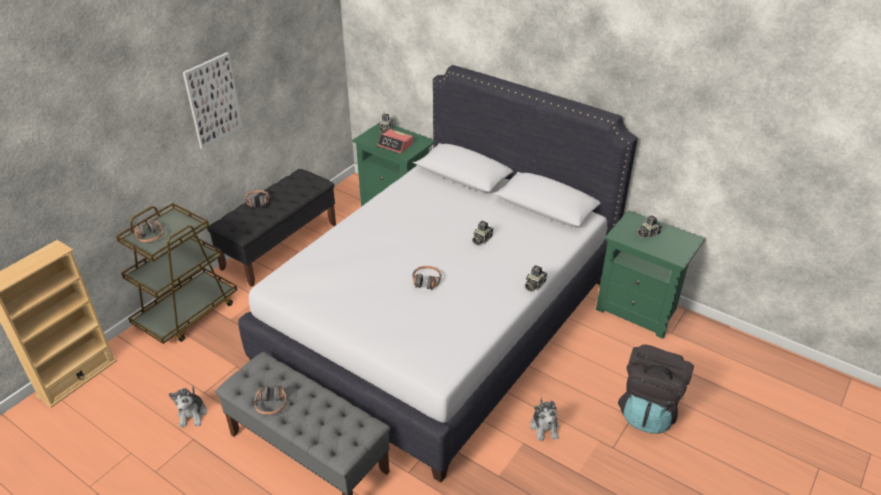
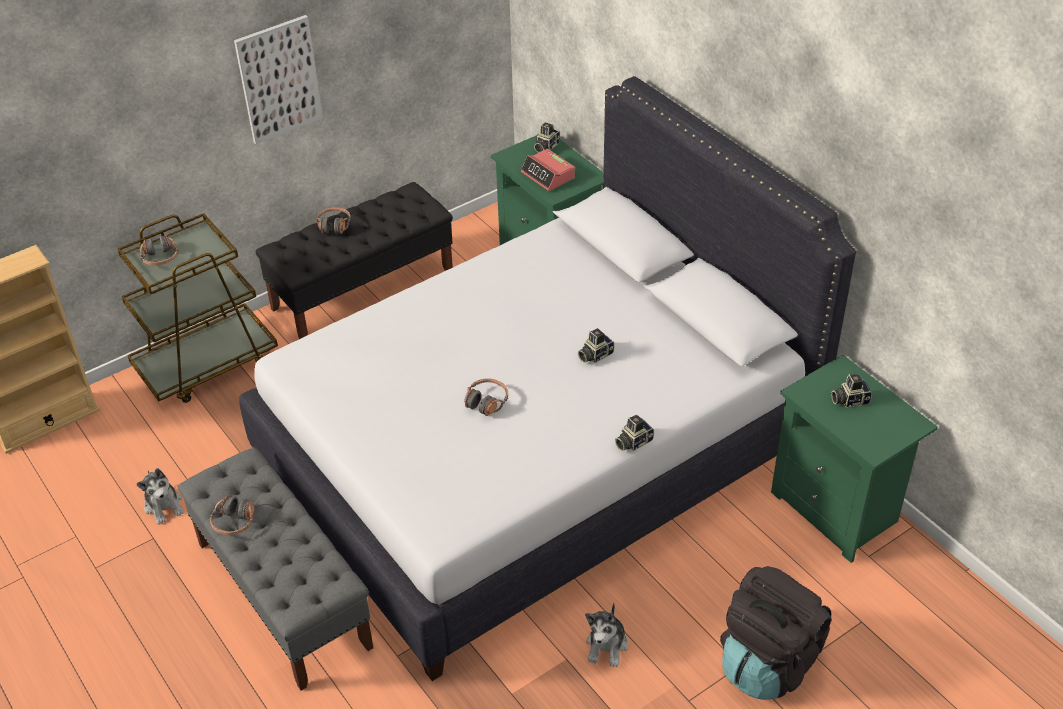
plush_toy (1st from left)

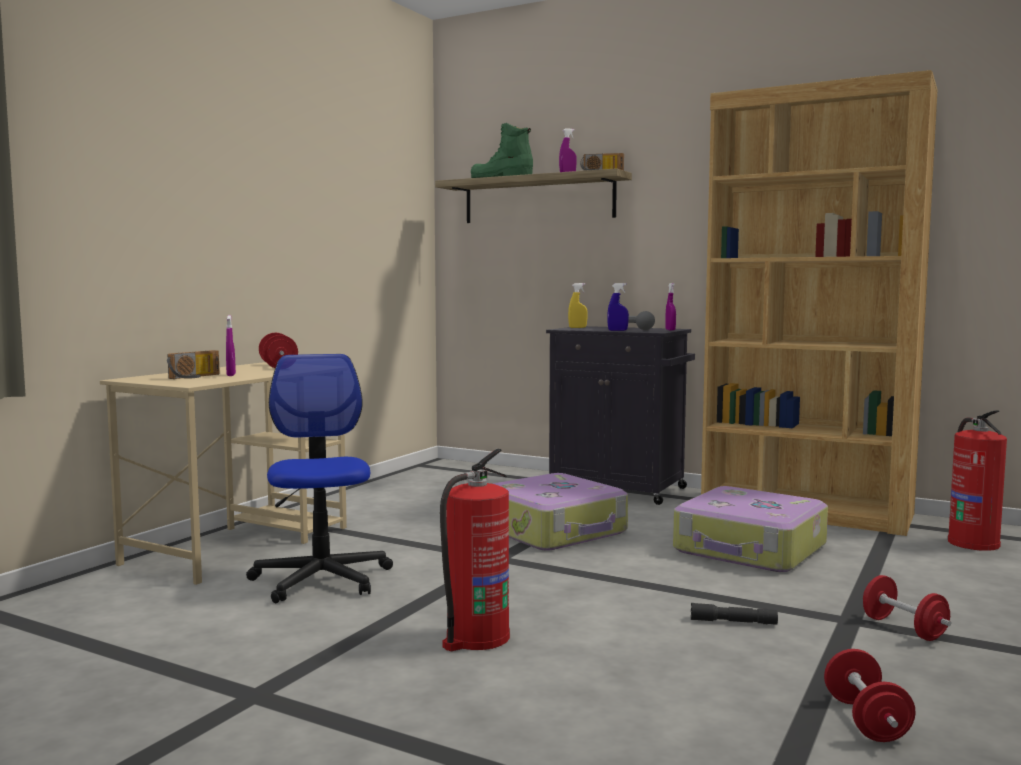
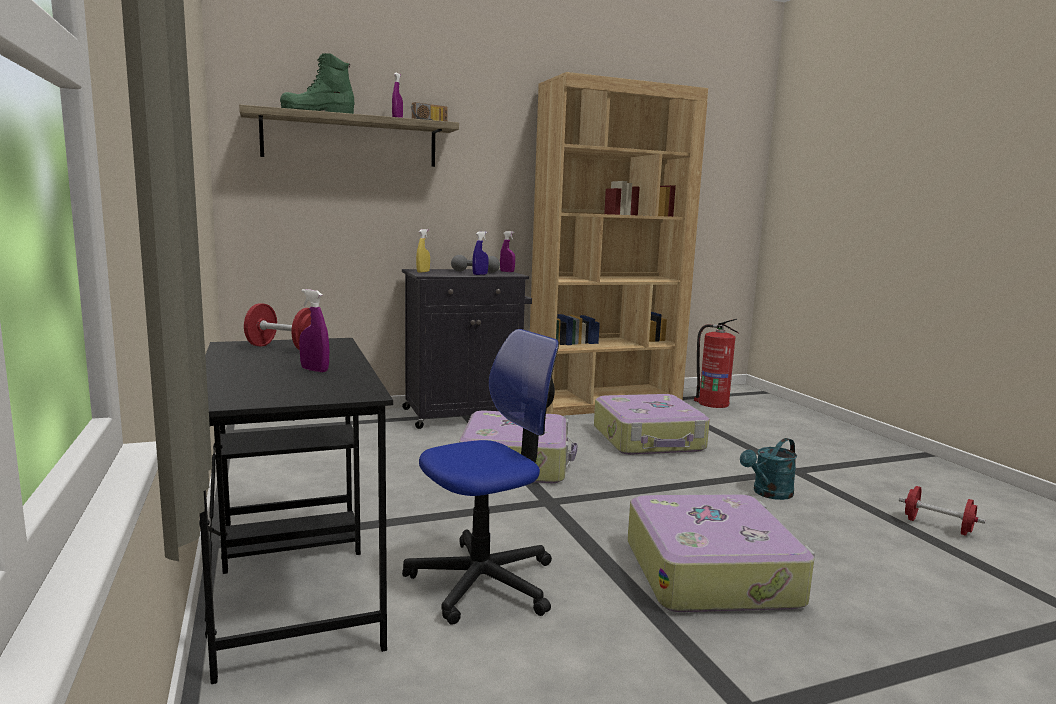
radio (1st from left in the first image)
office_chair
black_desk
travel_case (3rd from left)
red-coloured_dumbbell (3rd from left in the first image)
turquoise_sprinkling_can

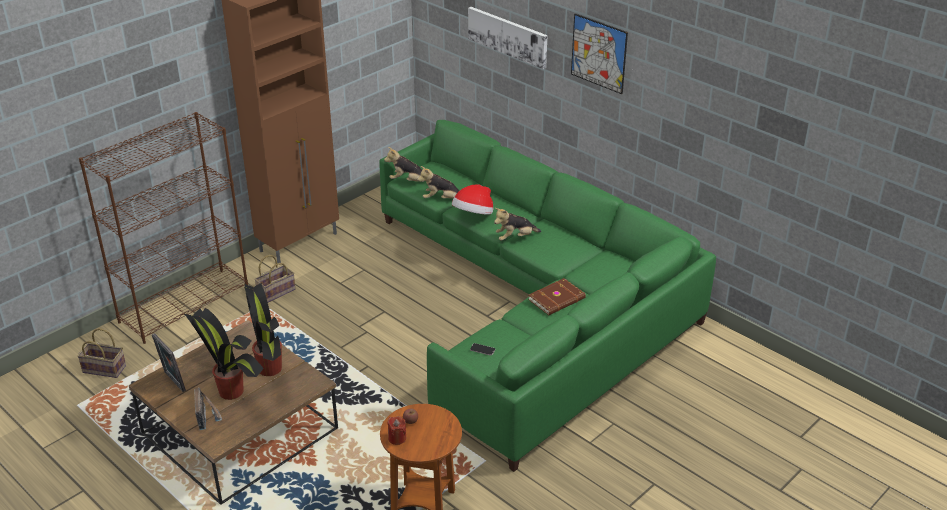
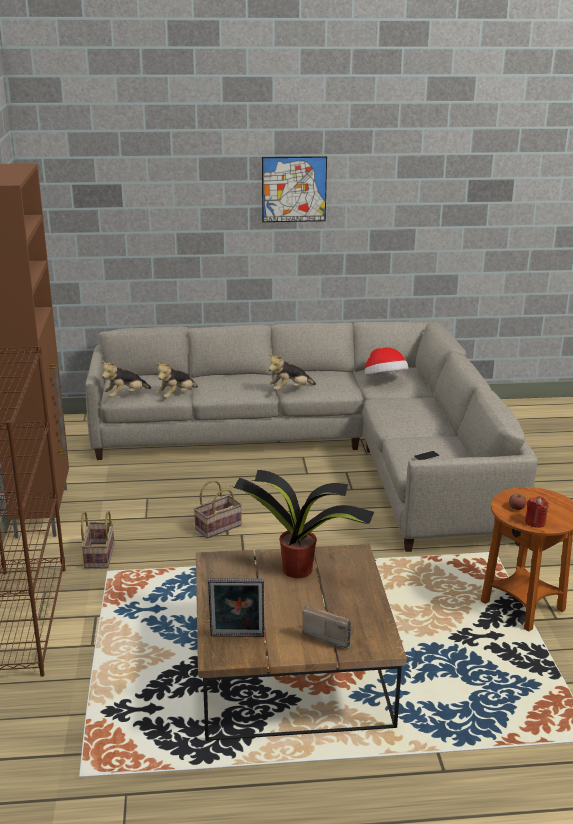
picture (1st from left in the first image)
gray_couch
clothing_hat
plush_toy (3rd from left)
brown_volume
potted_plant (1st from left in the first image)
storage_basket (2nd from left)

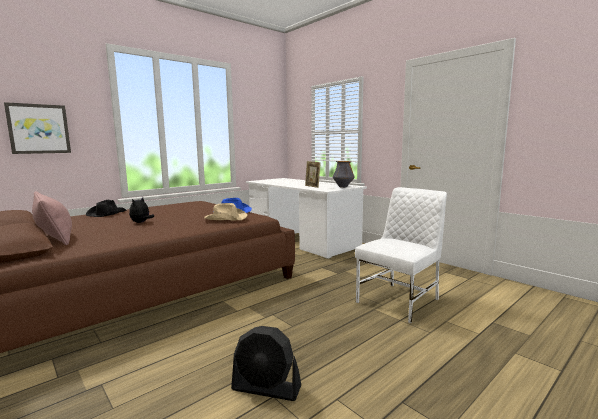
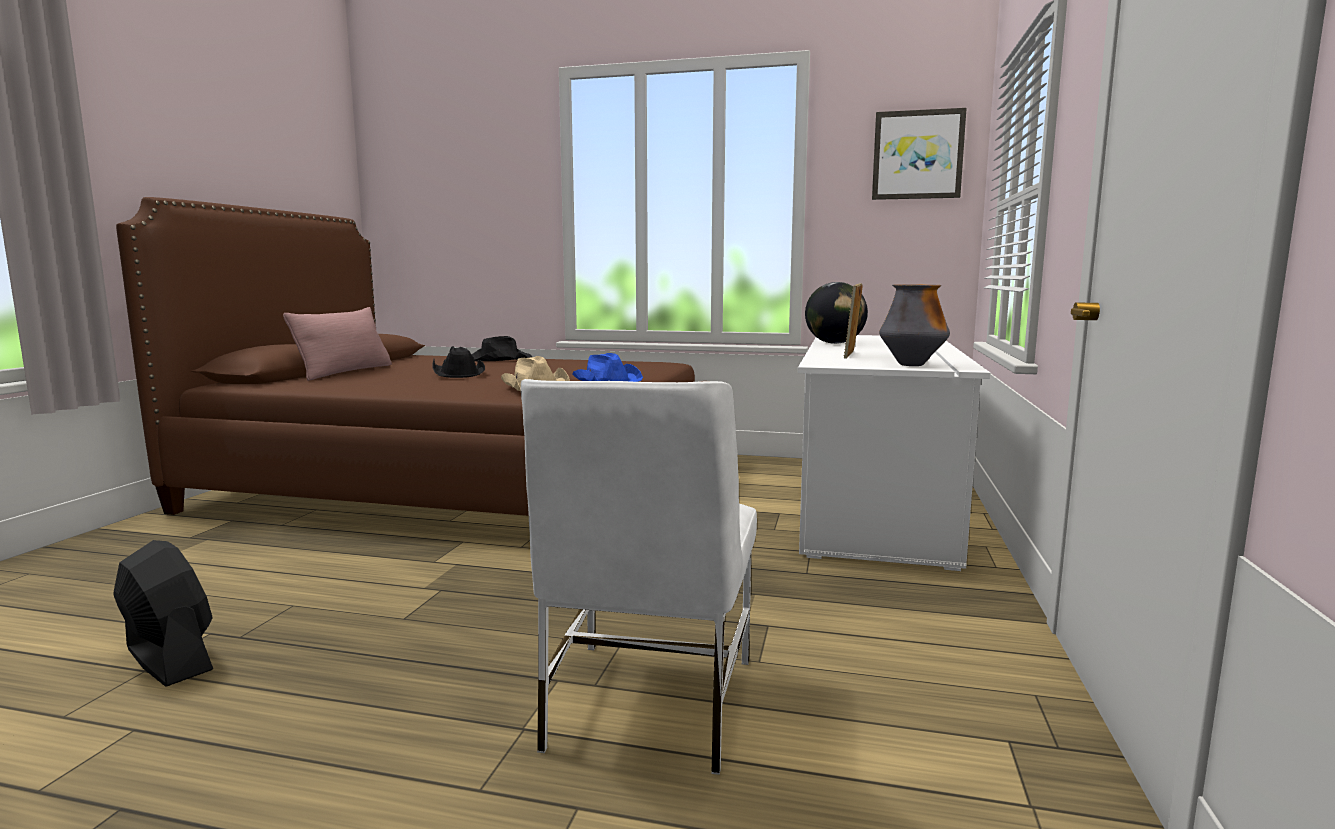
picture
whitish_plain_chair
black_clothing_hat (1st from left)
black_fan
desk_globe

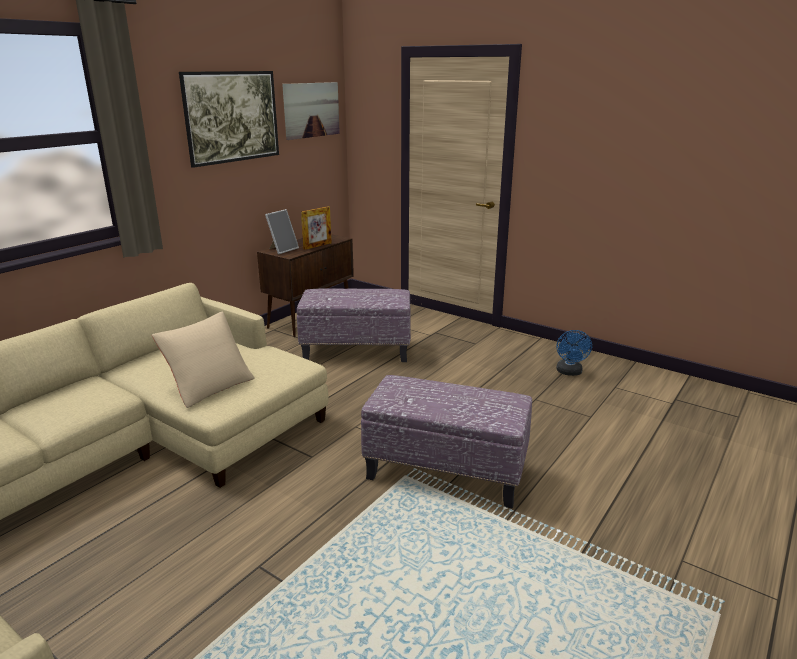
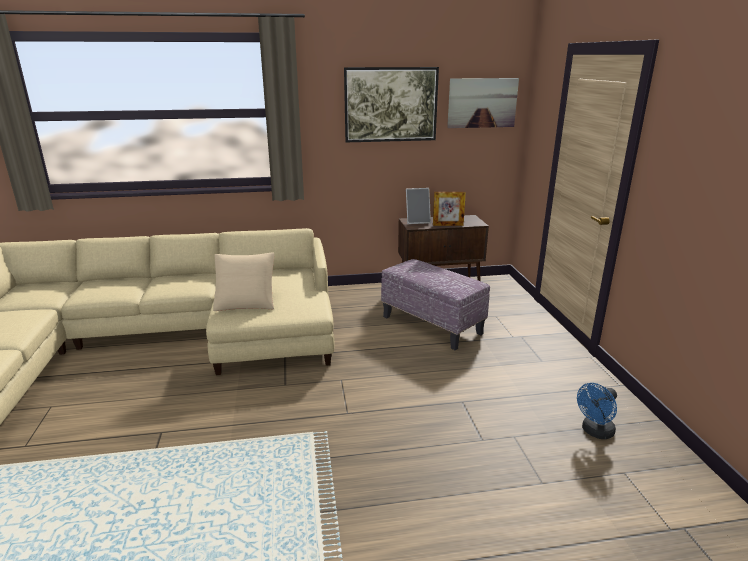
ottoman (2nd from left in the first image)

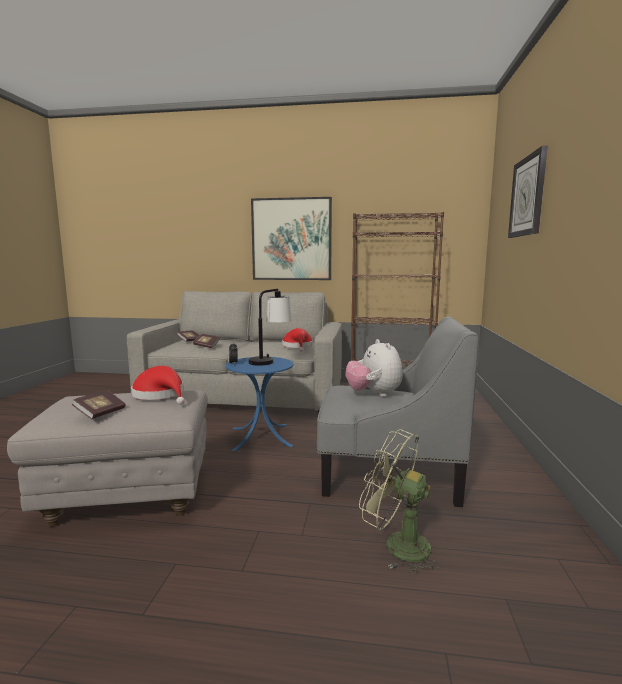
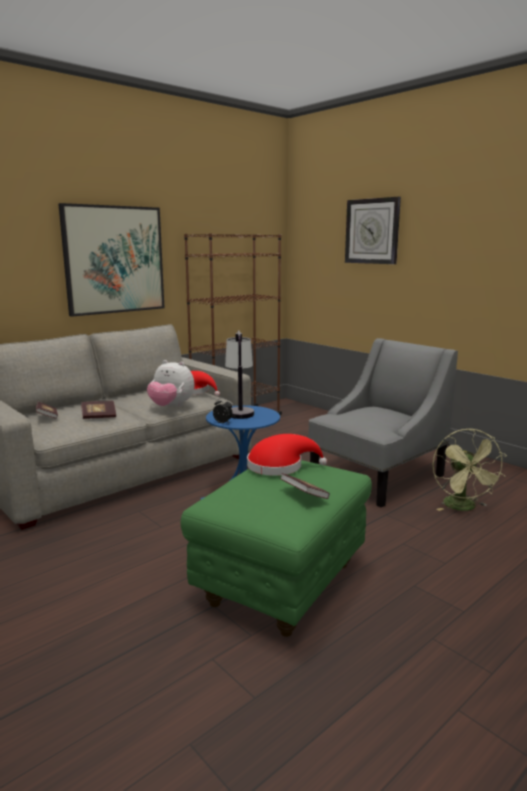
plush_toy
greenish_ottoman
greenish_fan

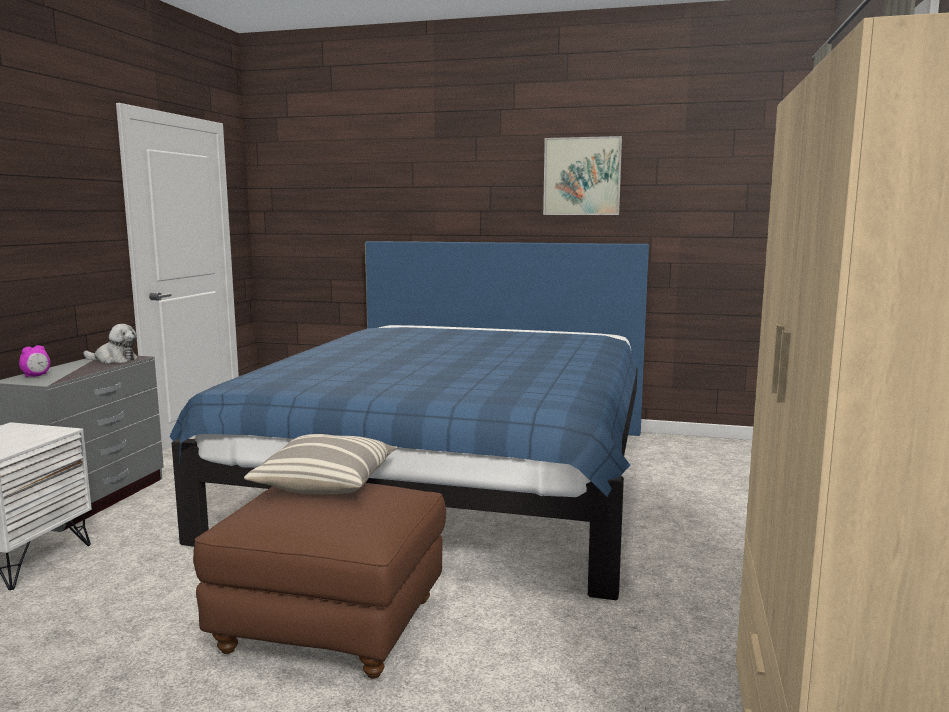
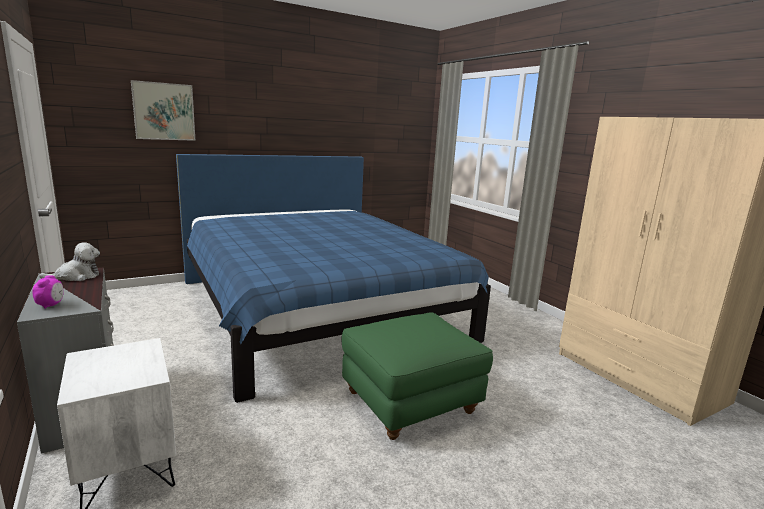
picture
pillow
greenish_ottoman

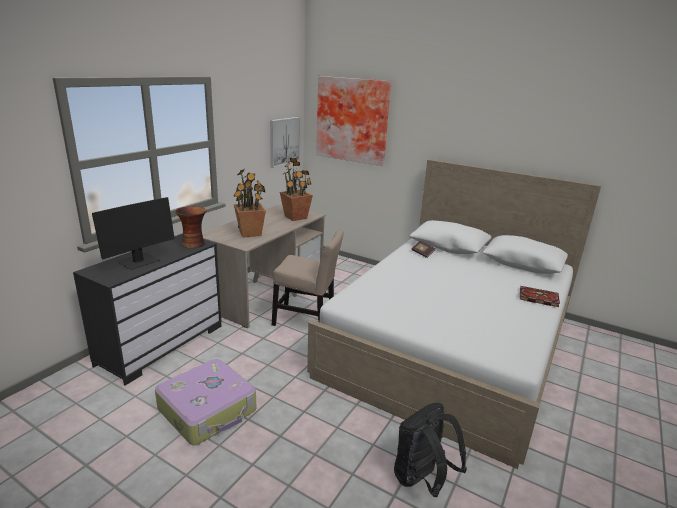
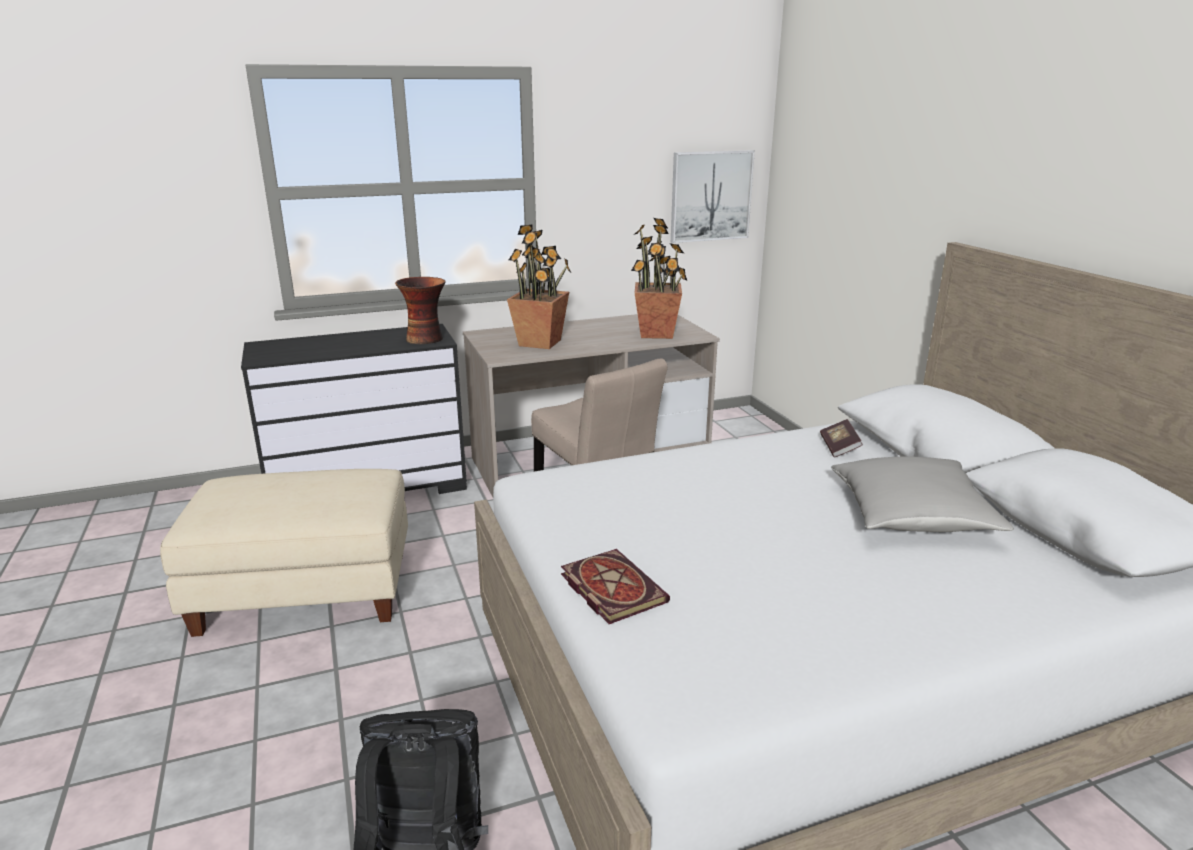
picture (2nd from left in the first image)
computer_display
volume (1st from left)
sand-coloured_ottoman
gray_pillow

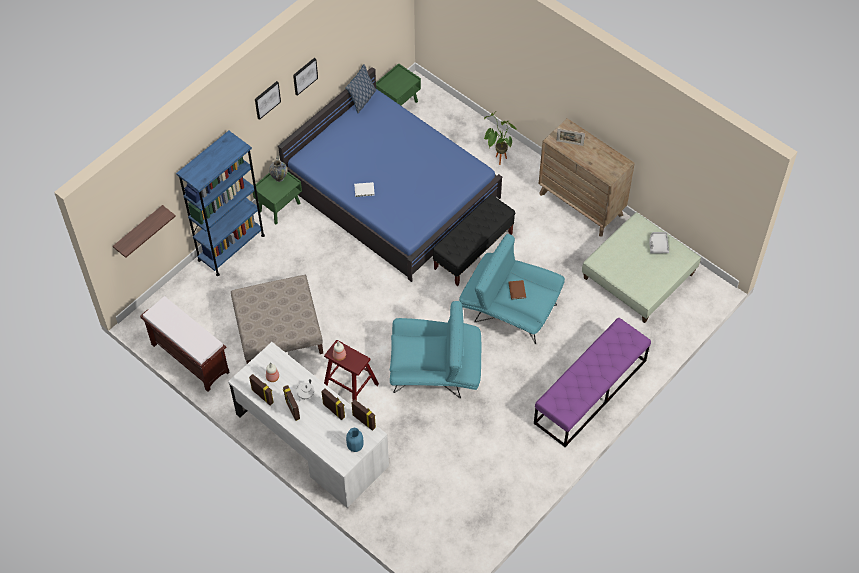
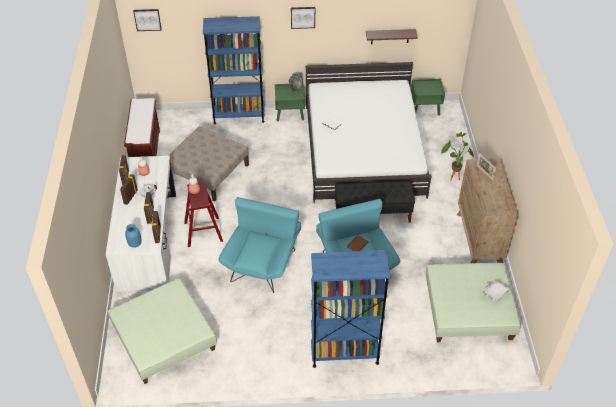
picture (1st from left)
pillow
whitish_sleeping_bed
wall_shelf
turquoise_easy_chair (1st from left)
blue-coloured_bookcase (2nd from left)
greenish_ottoman (1st from left)

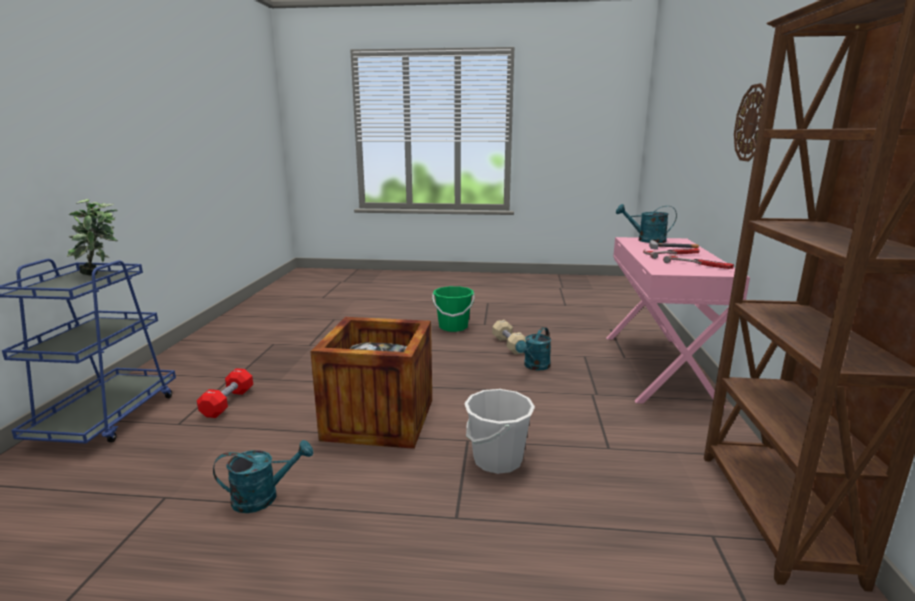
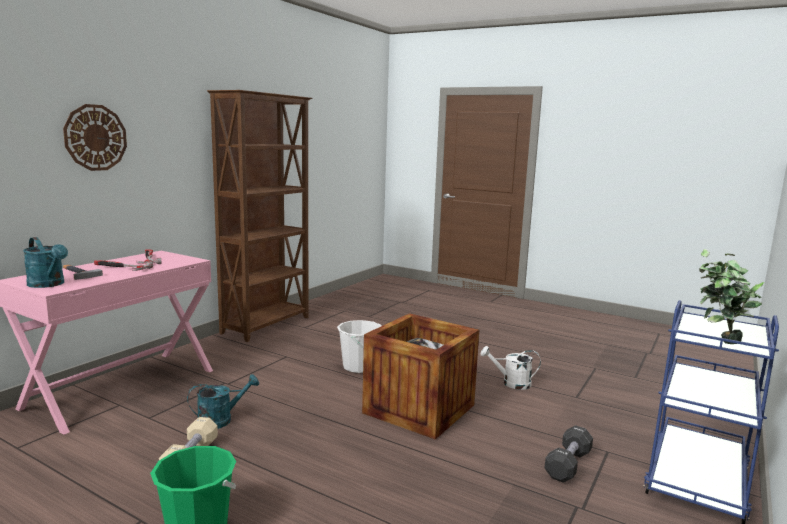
black_dumbbell
whitish_sprinkling_can

